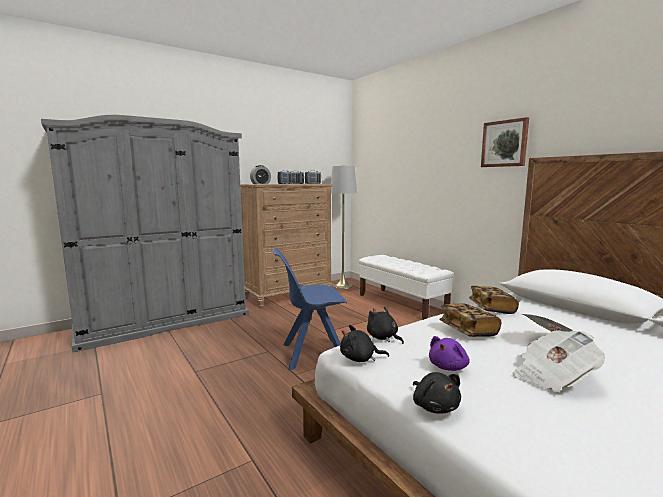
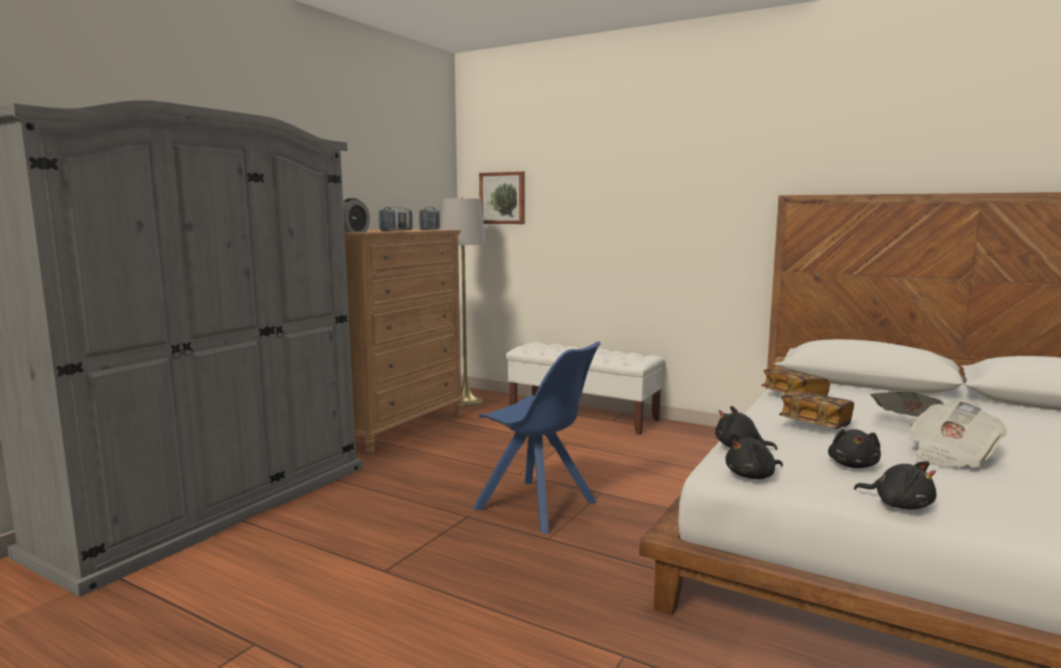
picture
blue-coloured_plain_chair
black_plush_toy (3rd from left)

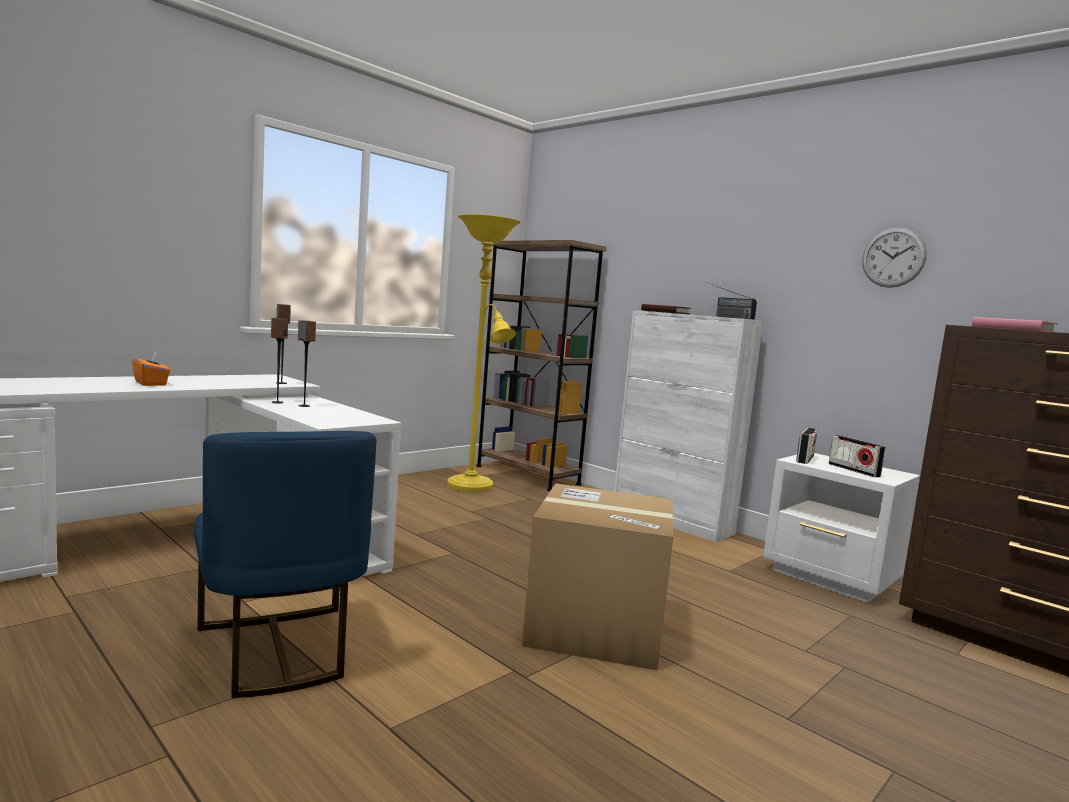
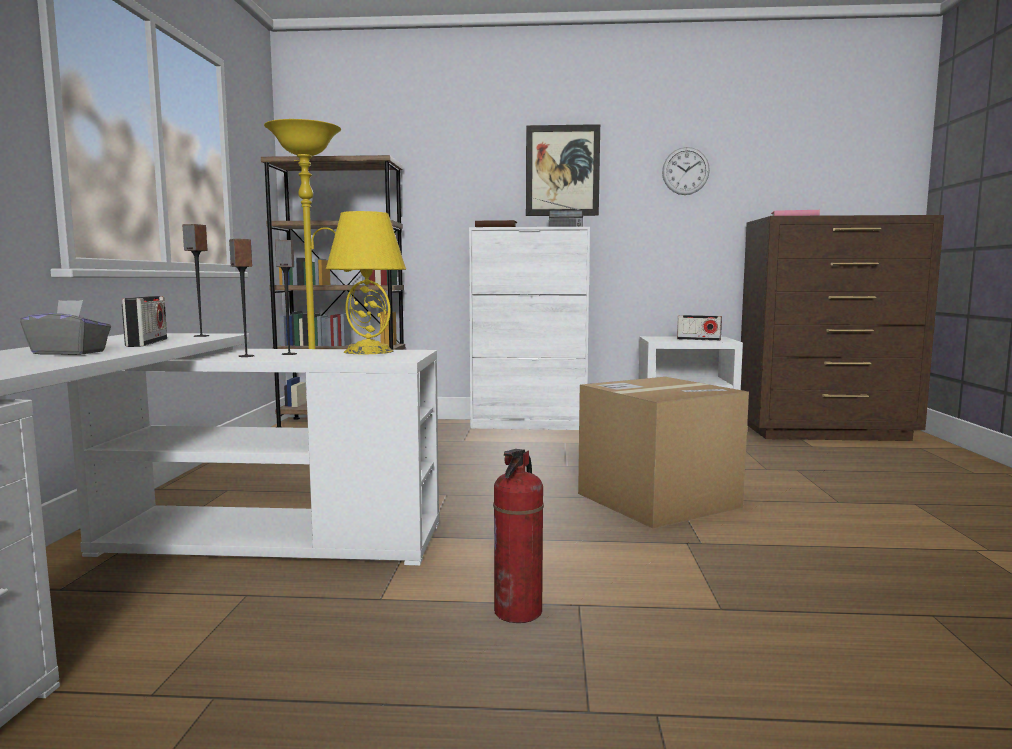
gray_tissue_holder
radio (1st from left)
fire_extinguisher
picture
yellow-coloured_table_lamp

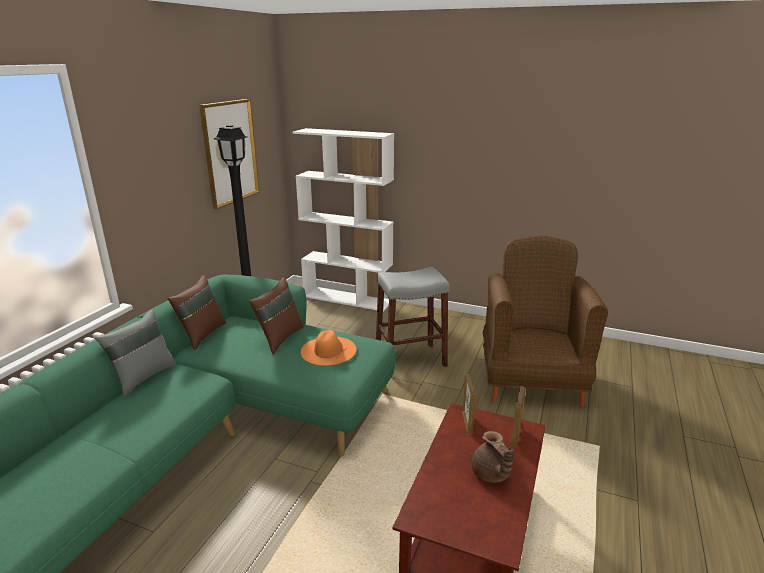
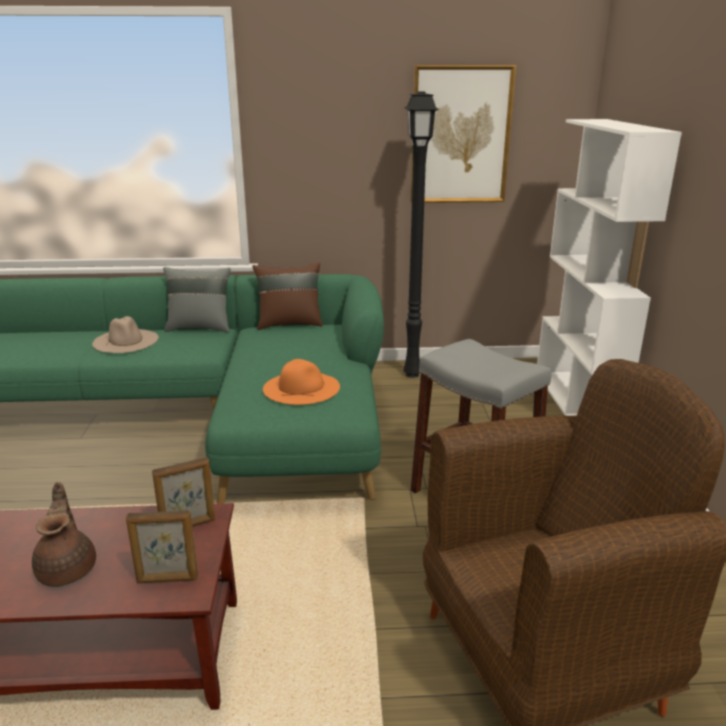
brown_pillow (2nd from left in the first image)
brown_tea_pot
sand-coloured_clothing_hat

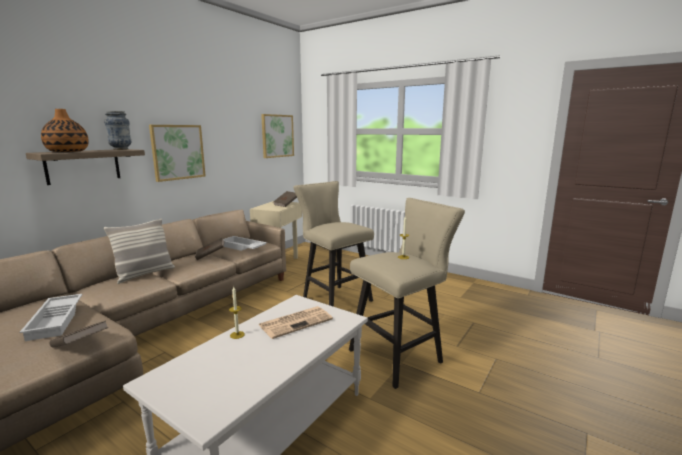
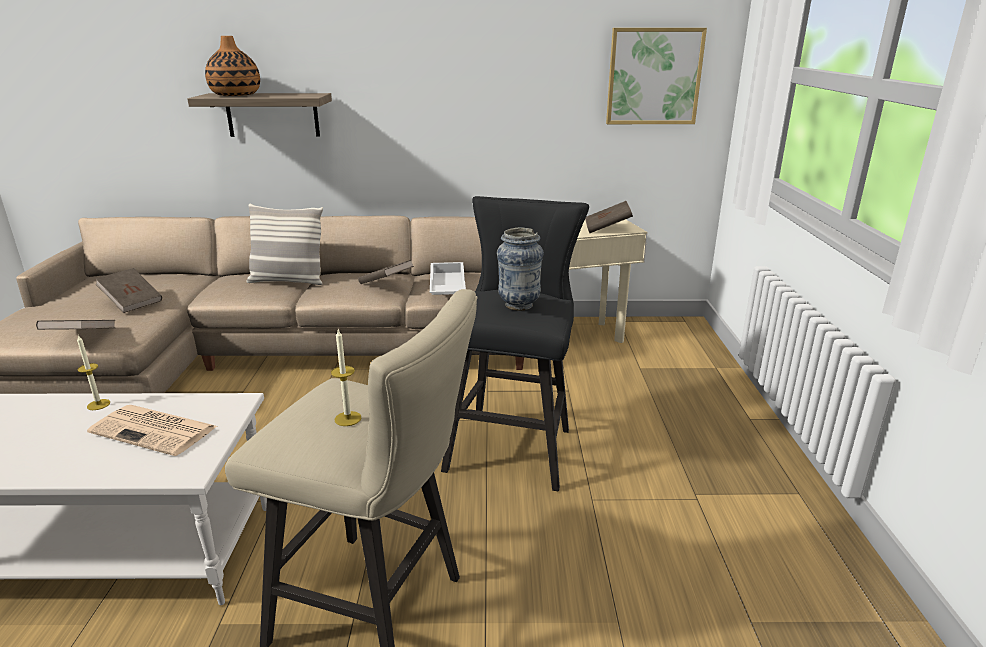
flower_vase (2nd from left)
picture (1st from left in the first image)
black_sitting_stool
brown_volume (2nd from left)

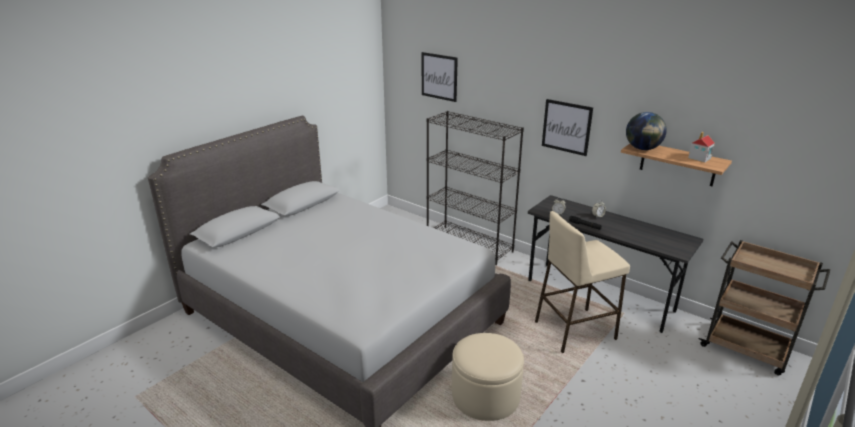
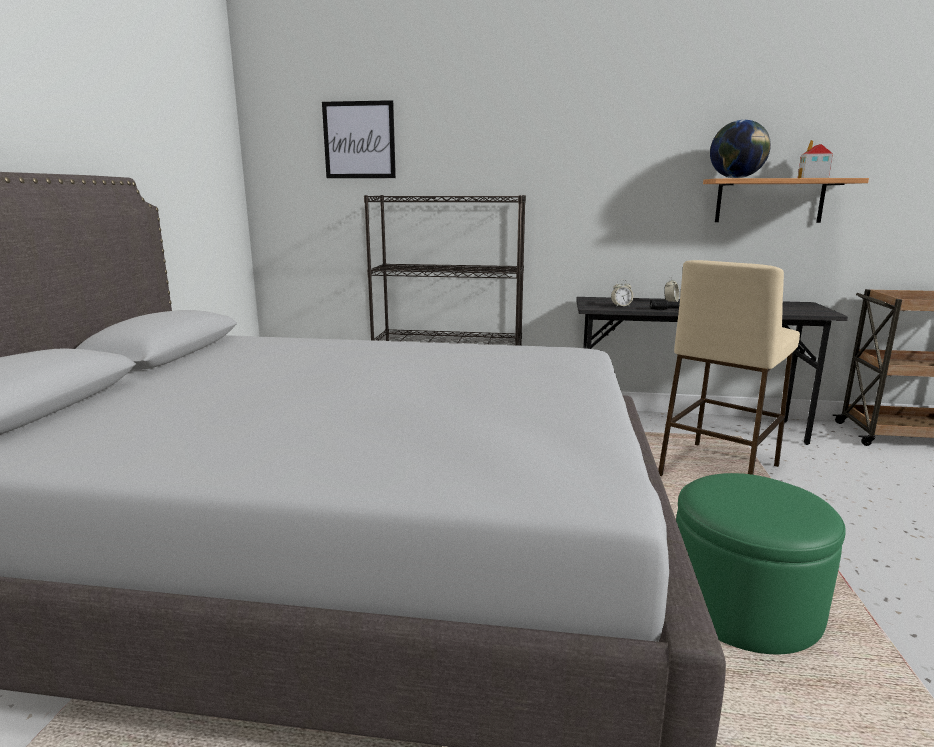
picture (2nd from left in the first image)
greenish_ottoman

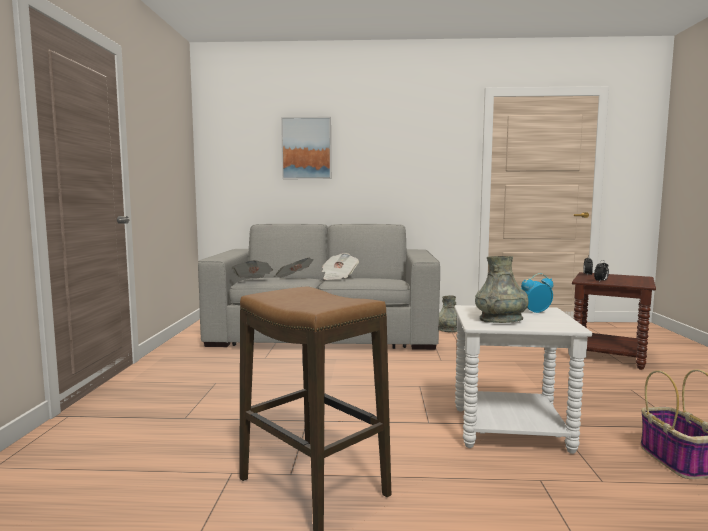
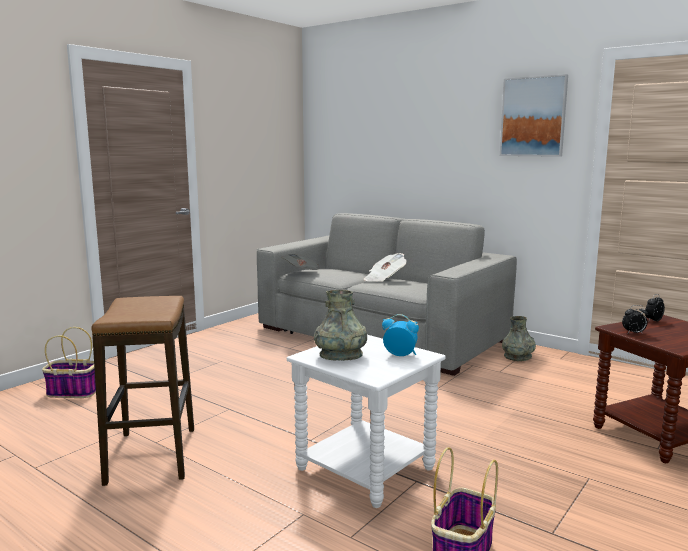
picture
daily_paper (2nd from left in the first image)
storage_basket (1st from left)

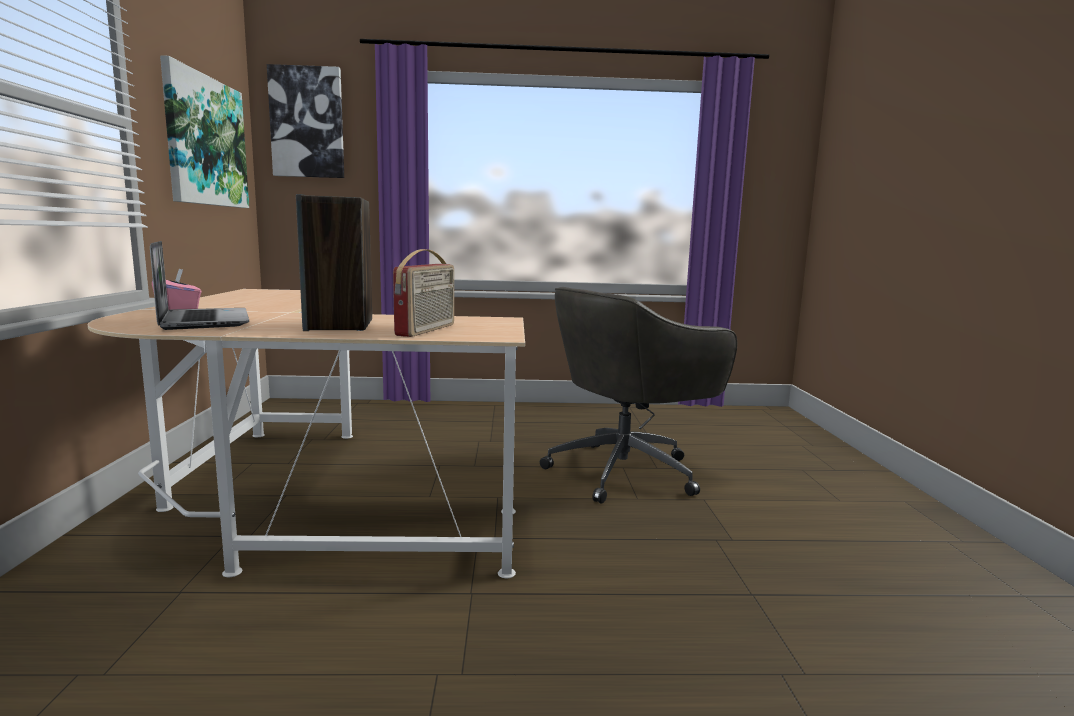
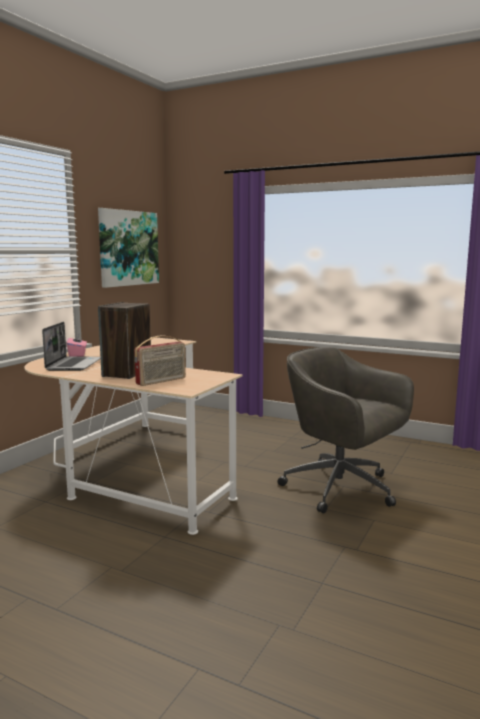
picture (2nd from left in the first image)
gray_office_chair

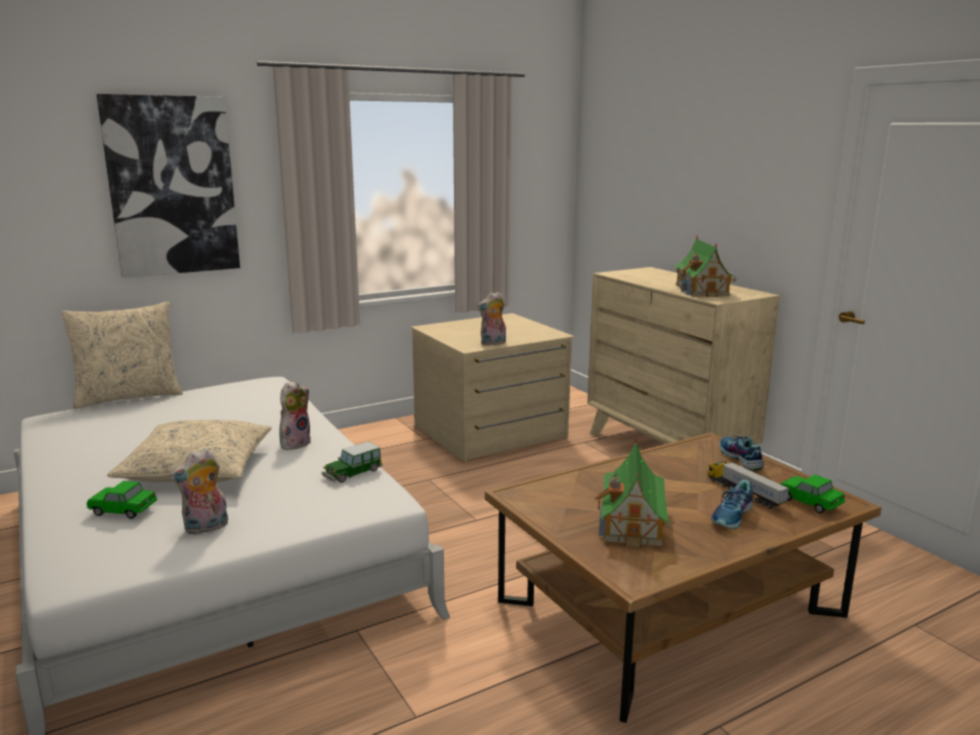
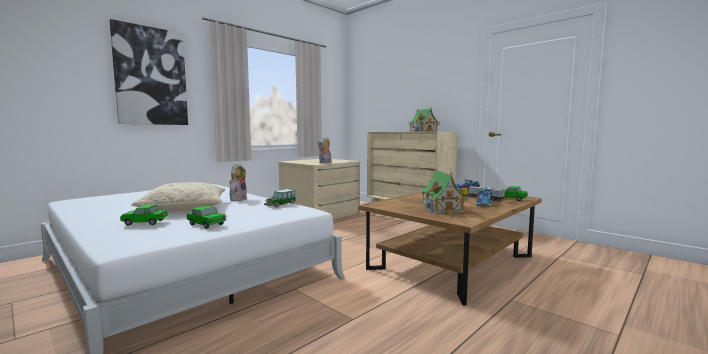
sand-coloured_pillow (1st from left in the first image)
model_car (2nd from left)

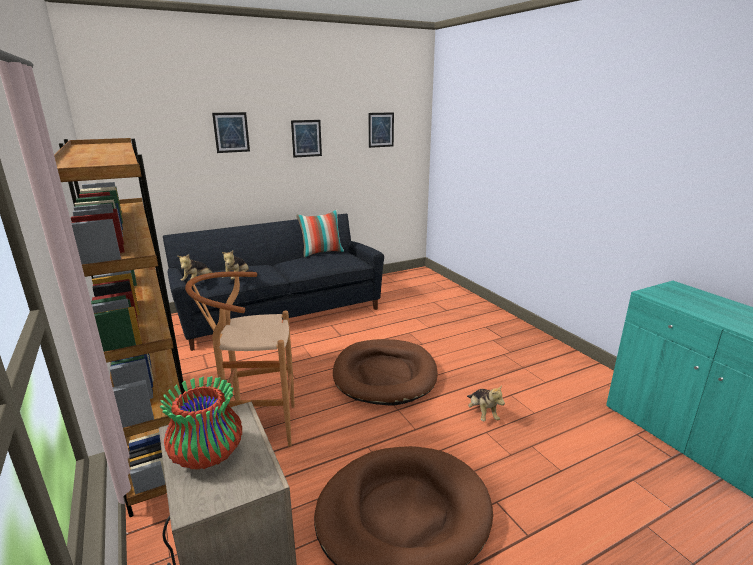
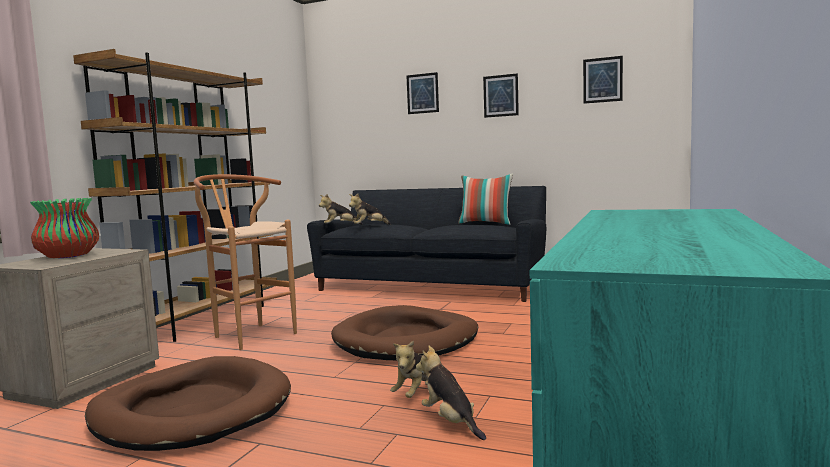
plush_toy (4th from left)

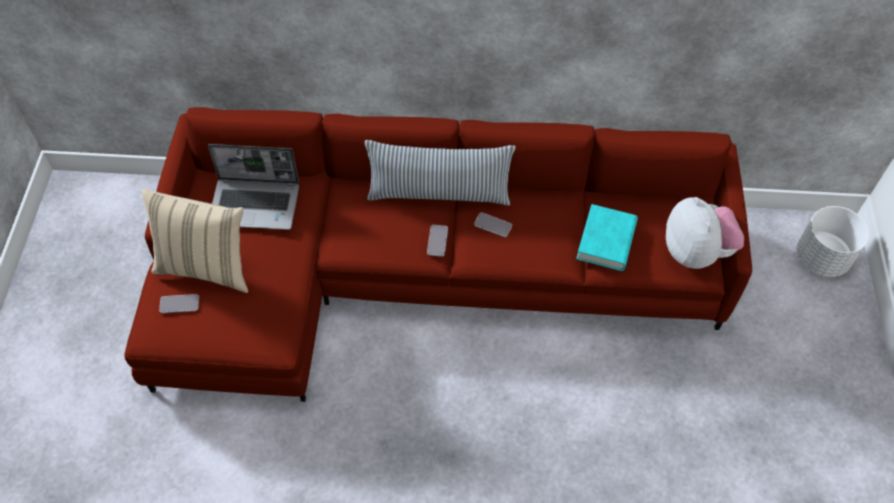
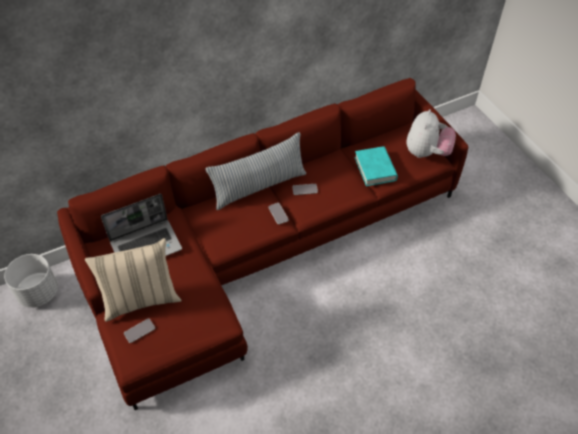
plush_toy
whitish_plant_pot

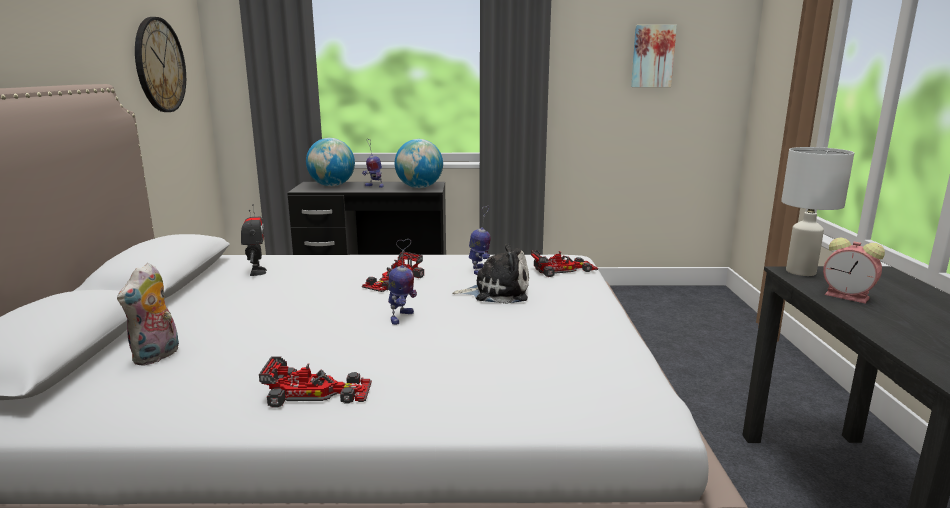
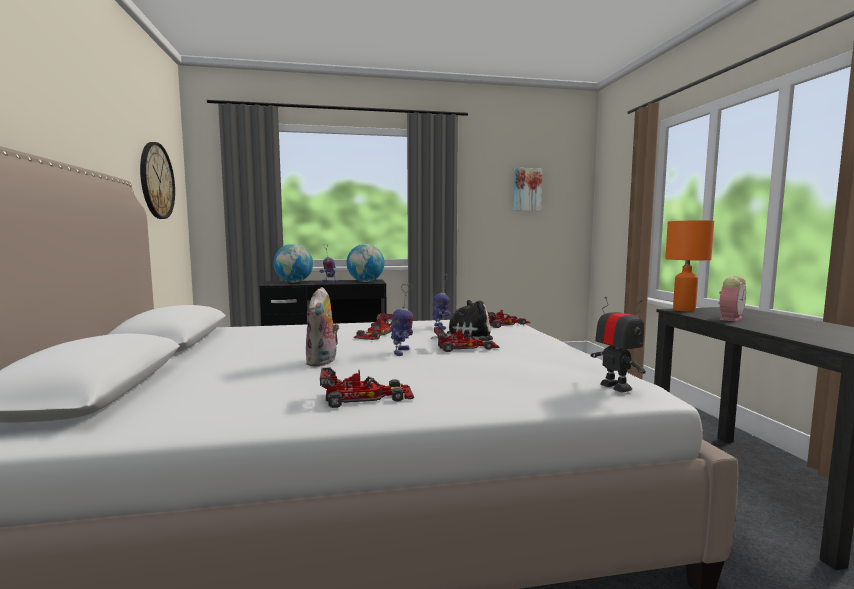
orangey_table_lamp
robot_figure (4th from left)
alarm_clock
plush_toy (1st from left)
model_car (3rd from left)

